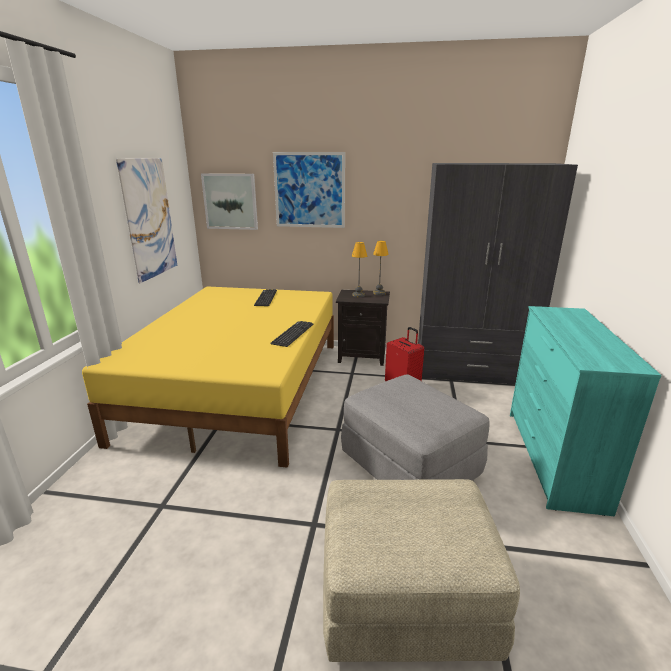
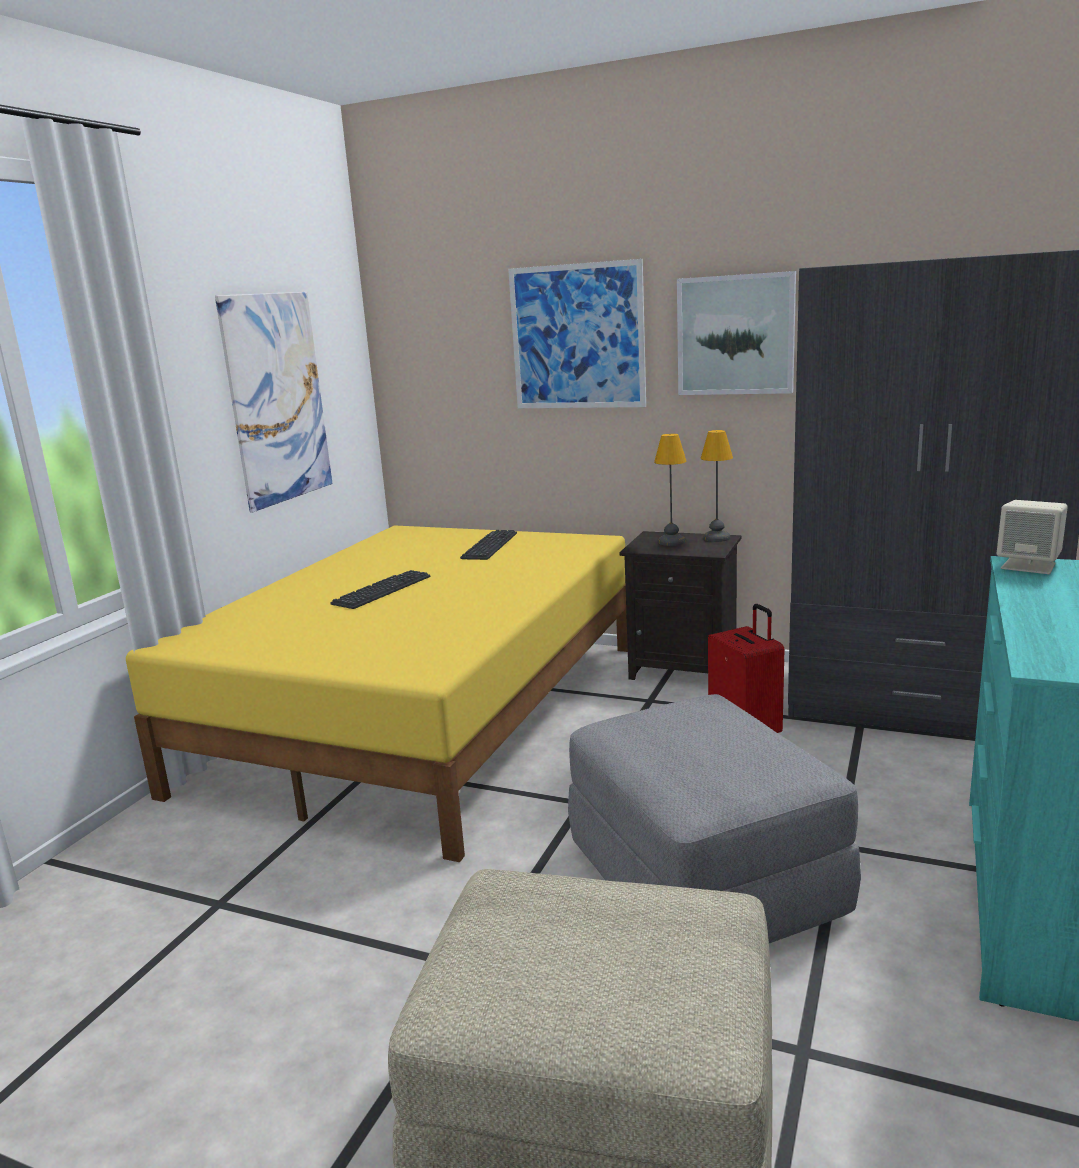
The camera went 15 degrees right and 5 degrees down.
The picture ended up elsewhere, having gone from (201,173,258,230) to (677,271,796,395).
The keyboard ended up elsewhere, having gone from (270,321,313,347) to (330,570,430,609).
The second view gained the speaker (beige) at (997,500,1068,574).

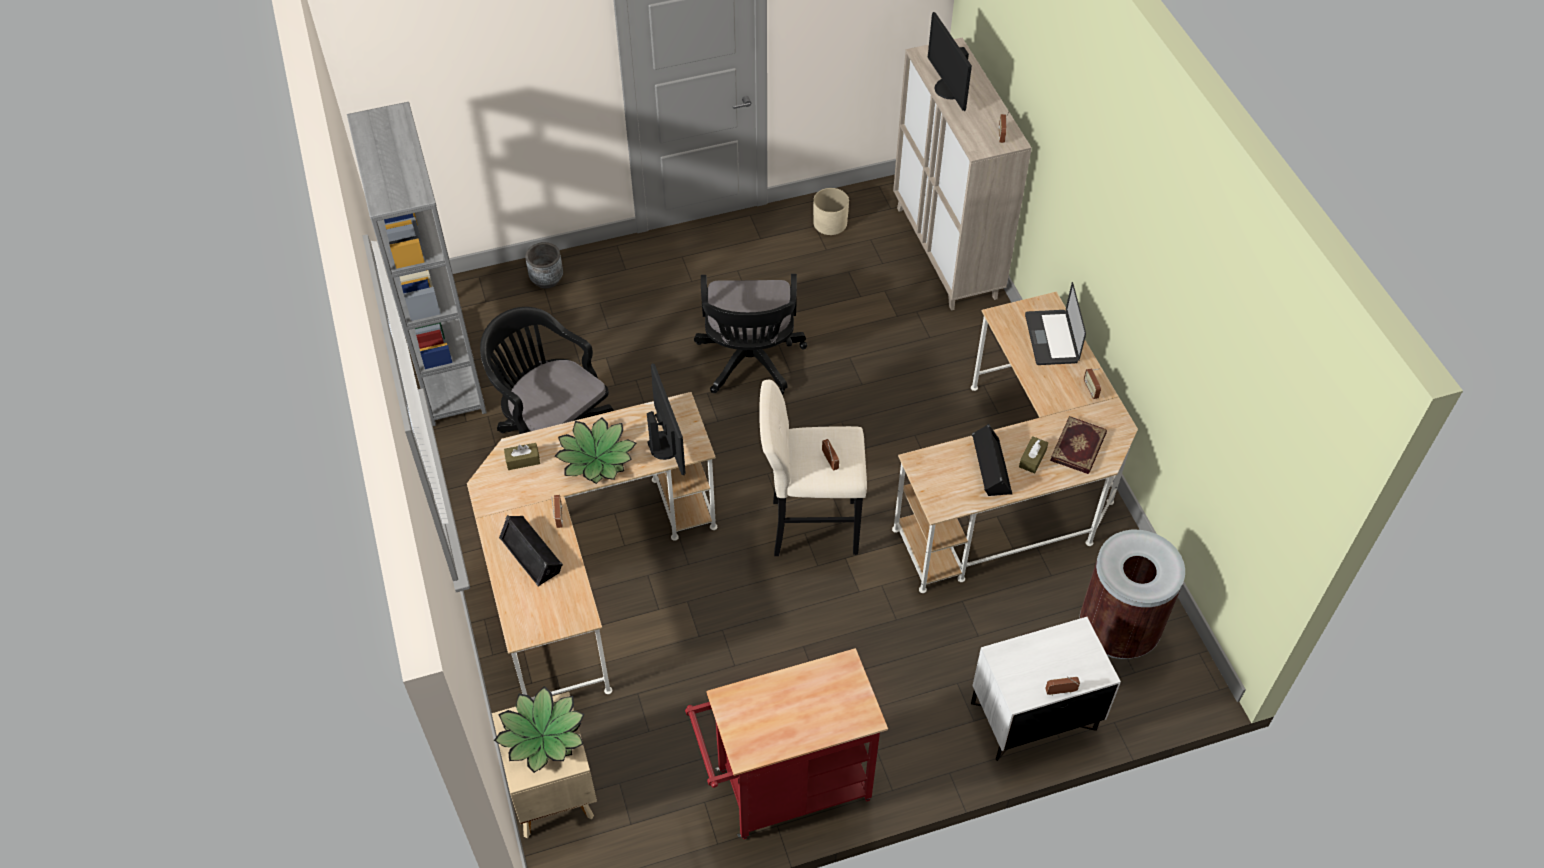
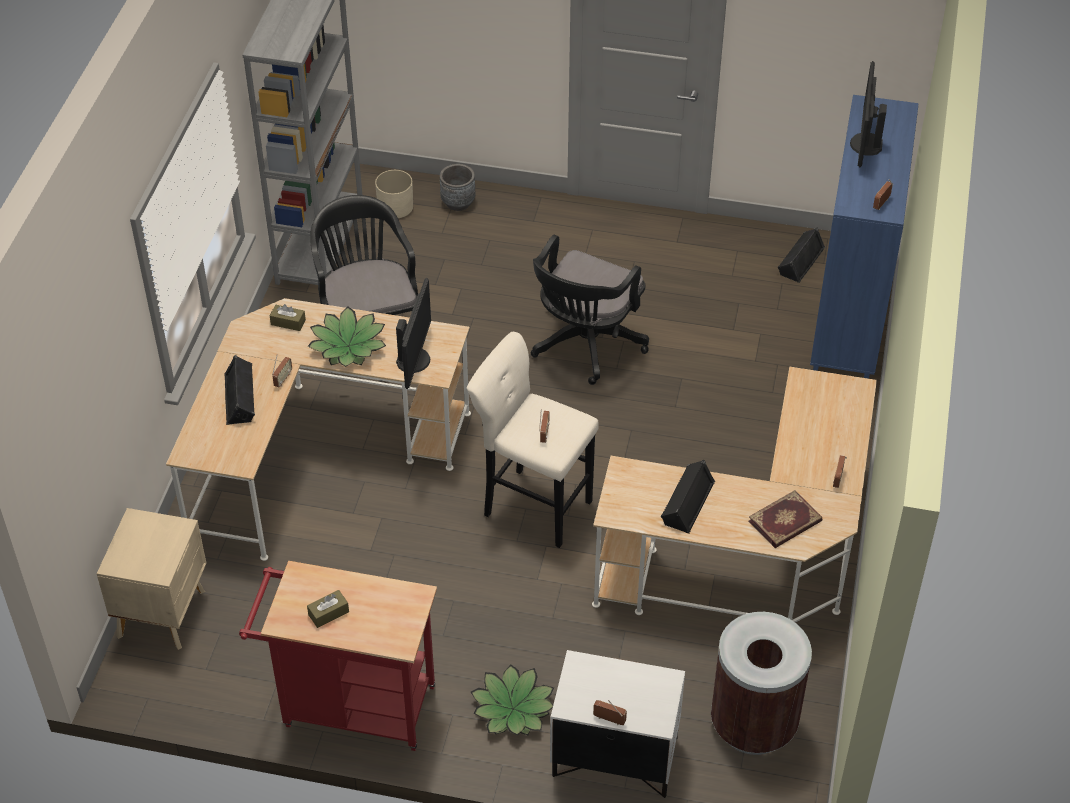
The camera went 30 degrees right and 5 degrees down.
What was the cabinet (beige) at (893,38,1032,310) turned into the cabinet (blue) at (810,95,919,379).
The planter (beige) ended up elsewhere, having gone from (813,188,849,235) to (375,170,413,218).
The second view lost the laptop at (1025,282,1086,365).
The tissue box (brown) ended up elsewhere, having gone from (1019,436,1048,473) to (307,590,349,628).
The potted plant ended up elsewhere, having gone from (494,686,585,773) to (471,665,554,735).
The second view gained the speaker (black) at (778,227,825,283).

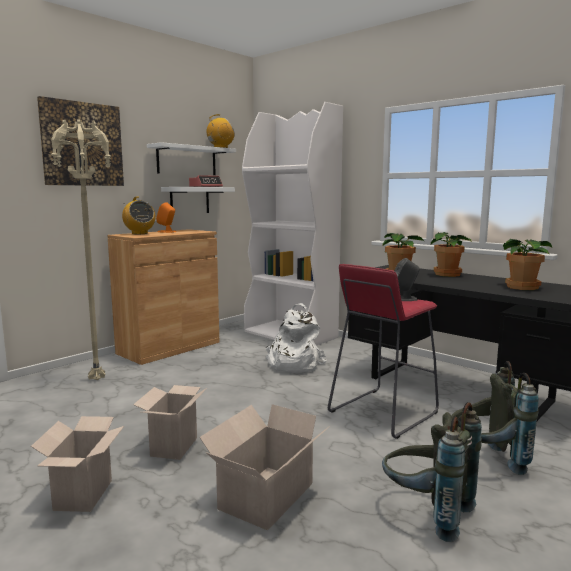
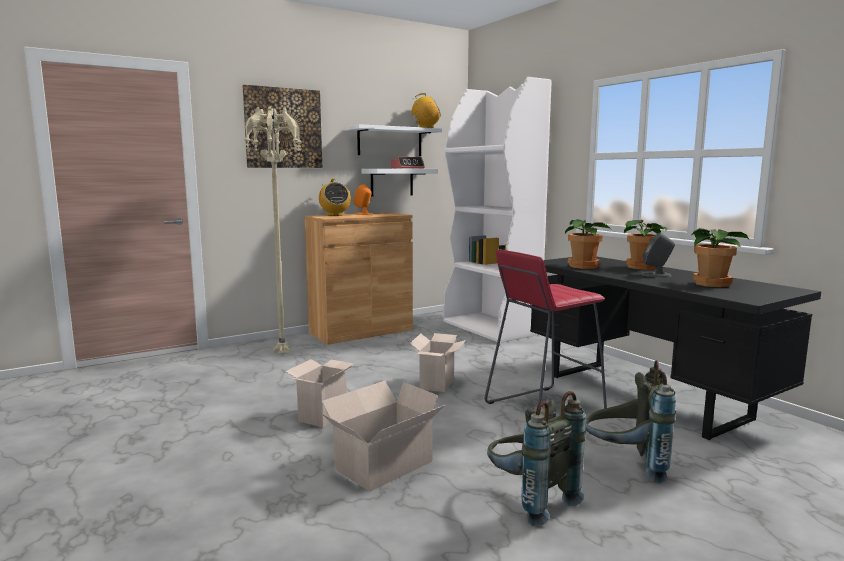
The camera went 15 degrees right and 0 degrees up.
The speaker (grey) ended up elsewhere, having gone from (394,258,420,301) to (641,233,675,277).
The second view lost the backpack (white) at (266,303,327,373).
The cardboard box ended up elsewhere, having gone from (31,416,124,512) to (410,333,466,392).

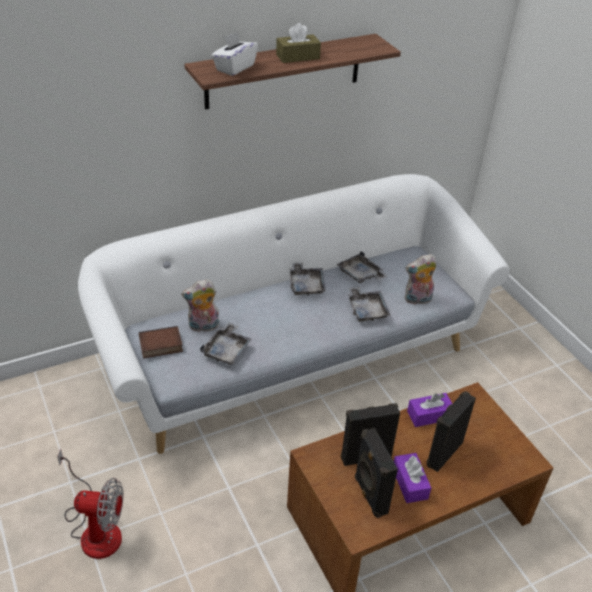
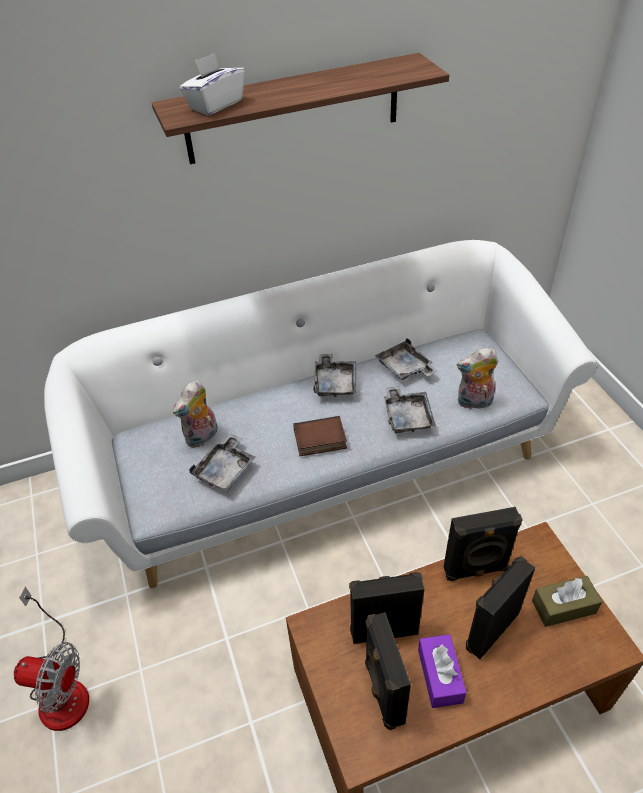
The camera went 10 degrees right and 5 degrees up.
The tissue box (brown) ended up elsewhere, having gone from (276,23,321,63) to (532,576,602,627).
The plush toy at (181,279,219,332) ended up facing another way, 45 degrees counterclockwise from before.
The book ended up elsewhere, having gone from (139,326,183,358) to (293,416,347,456).
Where the tissue box (purple) stood at (407,393,452,427), the speaker (black) came to stand at (444,507,523,581).

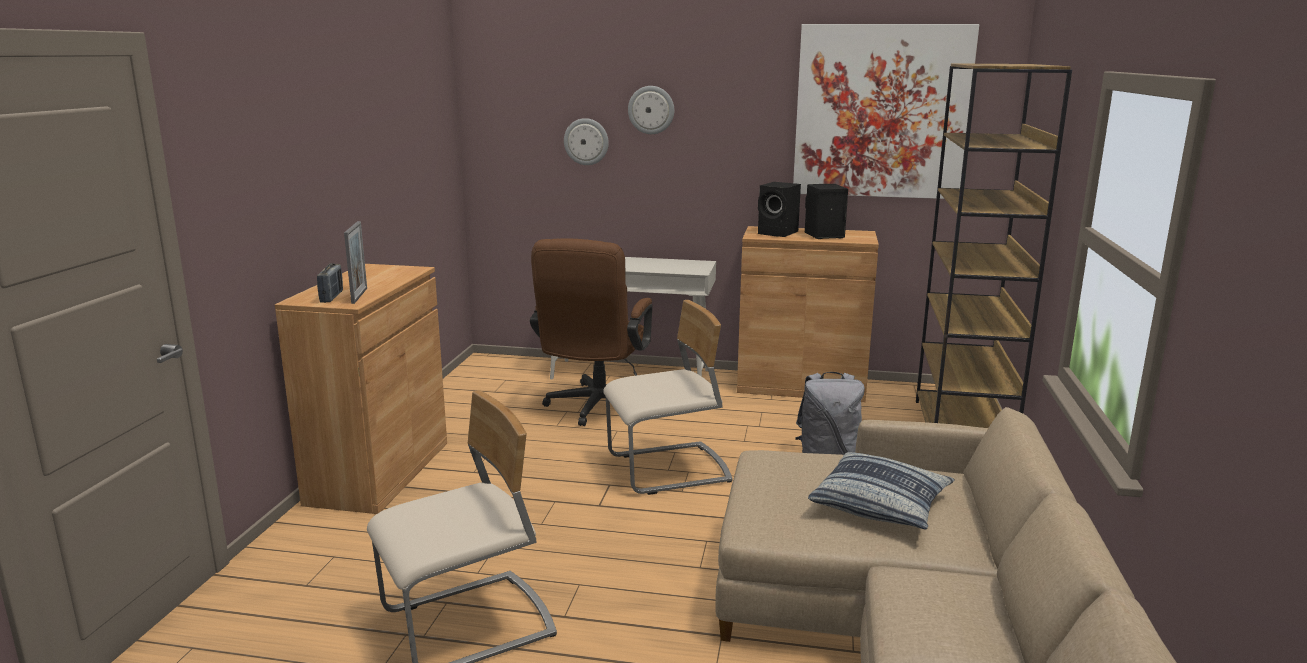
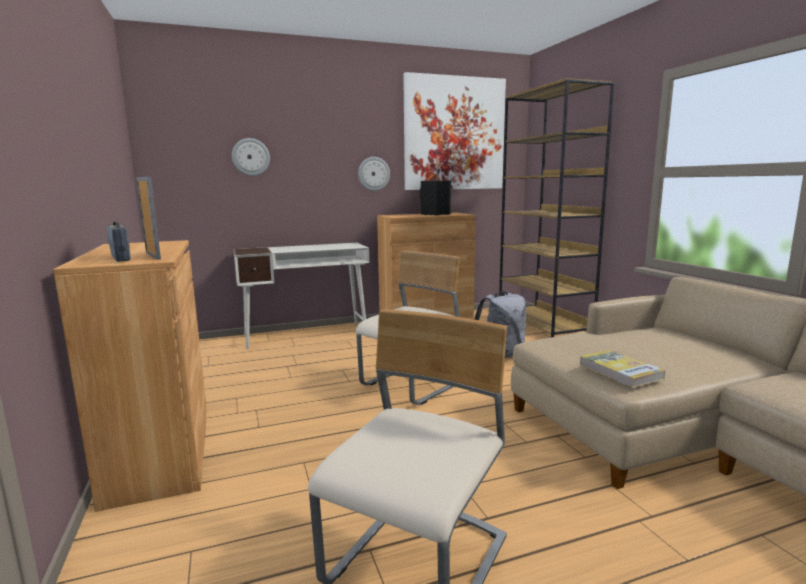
The camera went 30 degrees left and 5 degrees down.
The wall clock ended up elsewhere, having gone from (628,86,674,134) to (358,157,390,191).
The second view lost the speaker (black) at (758,182,801,237).
The second view lost the office chair (brown) at (530,238,653,426).
The second view lost the pillow at (808,452,955,529).
The second view gained the book at (579,350,665,388).

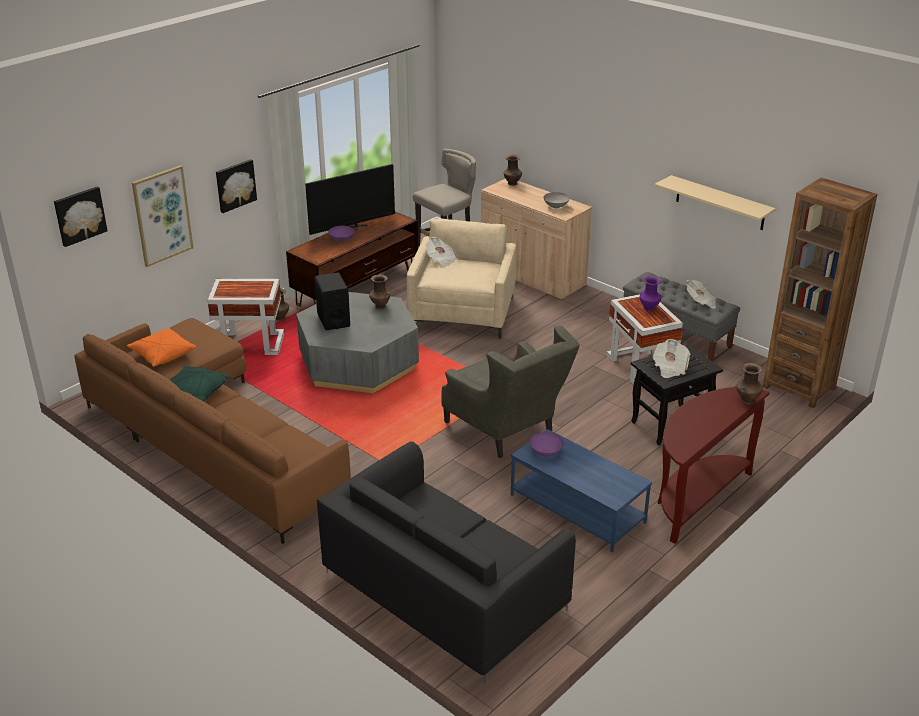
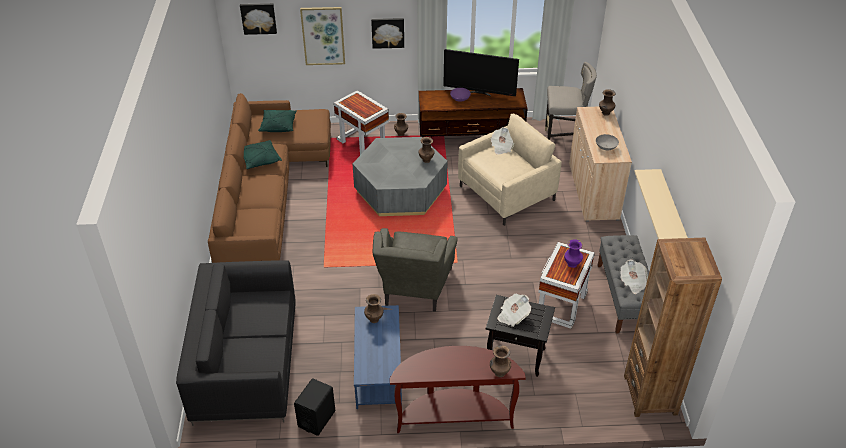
The camera went 45 degrees right and 10 degrees up.
The speaker (black) ended up elsewhere, having gone from (315,273,350,330) to (294,378,335,436).
What was the pillow (orange) at (127,328,196,367) turned into the pillow (green) at (258,110,297,132).
Where the bowl (purple) stood at (529,432,564,456), the vase (brown) came to stand at (364,294,383,323).

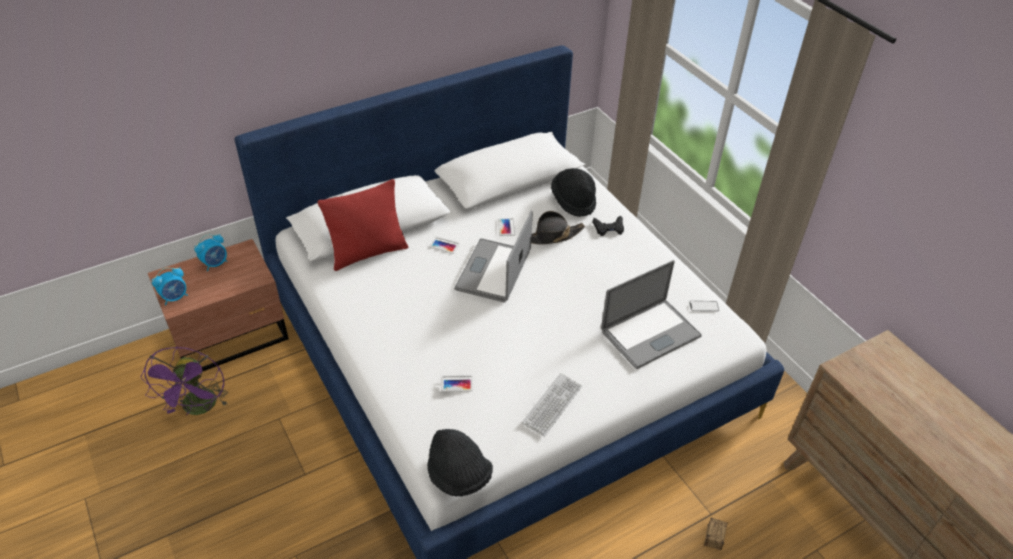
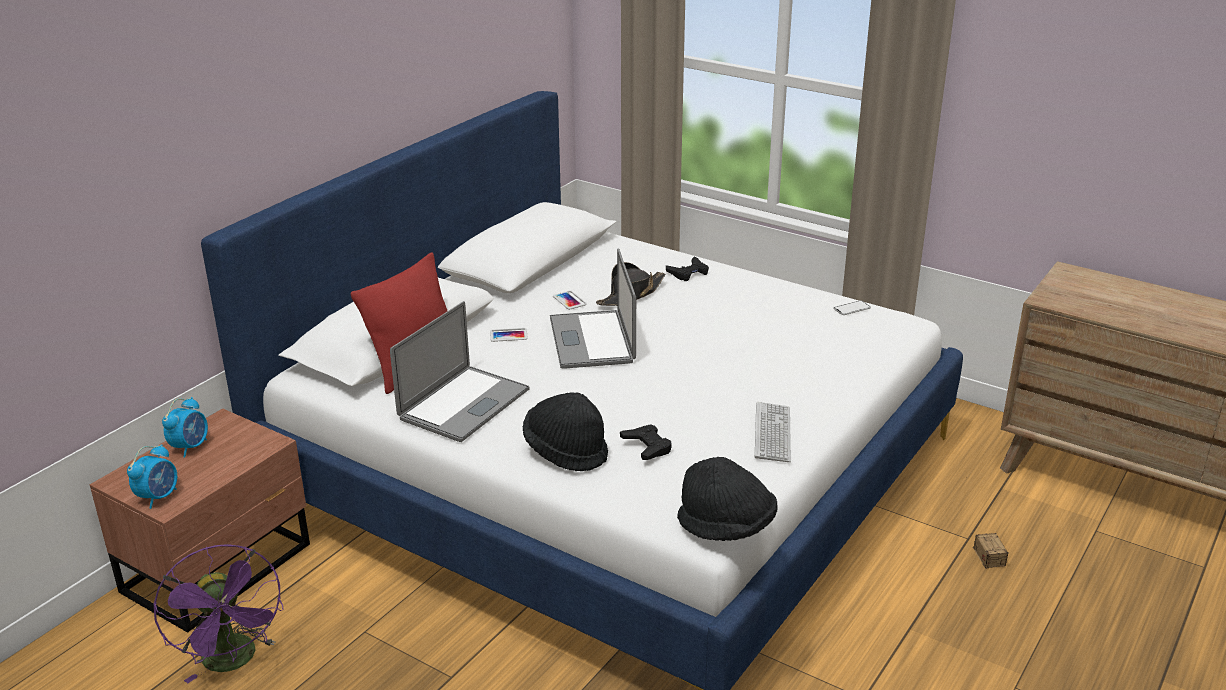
The camera went 25 degrees left and 15 degrees down.
The hat (black) ended up elsewhere, having gone from (551,168,596,217) to (523,392,608,471).
The laptop ended up elsewhere, having gone from (601,260,702,369) to (390,301,530,442).
Where the phone stood at (441,375,473,392), the game controller (black) came to stand at (620,424,672,460).

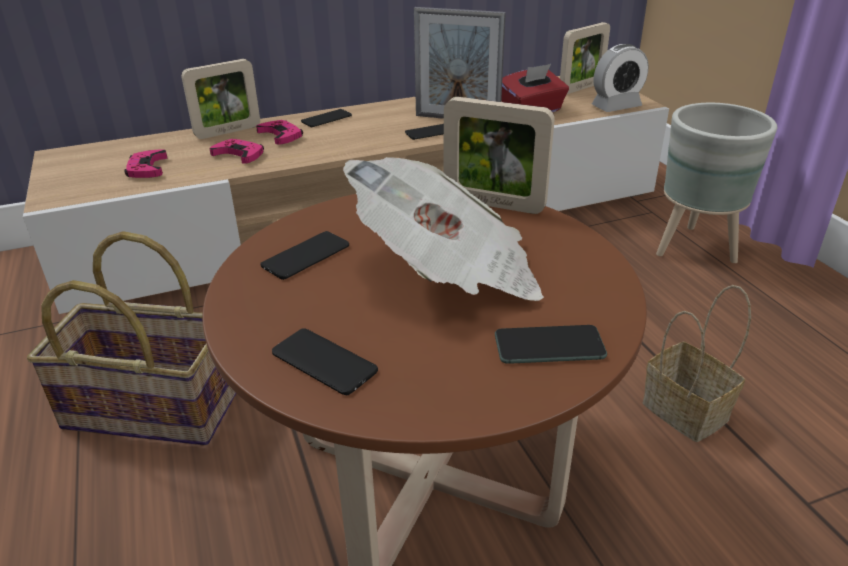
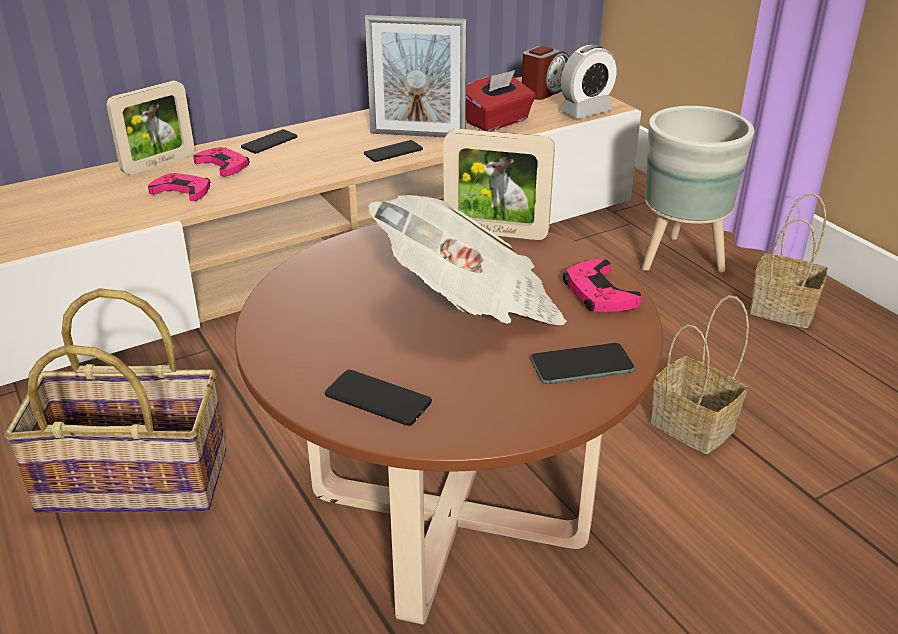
The camera went 10 degrees left and 0 degrees up.
Where the picture frame stood at (560,22,610,94), the alarm clock came to stand at (522,46,569,100).
The game controller (pink) ended up elsewhere, having gone from (124,149,167,178) to (563,259,641,312).
The second view lost the phone at (260,231,349,280).
The second view gained the basket at (749,193,828,328).

